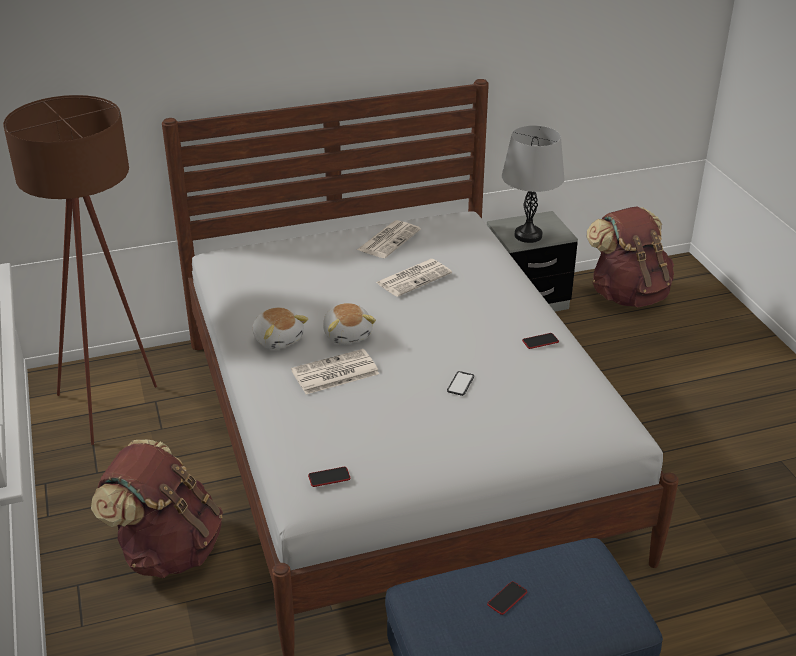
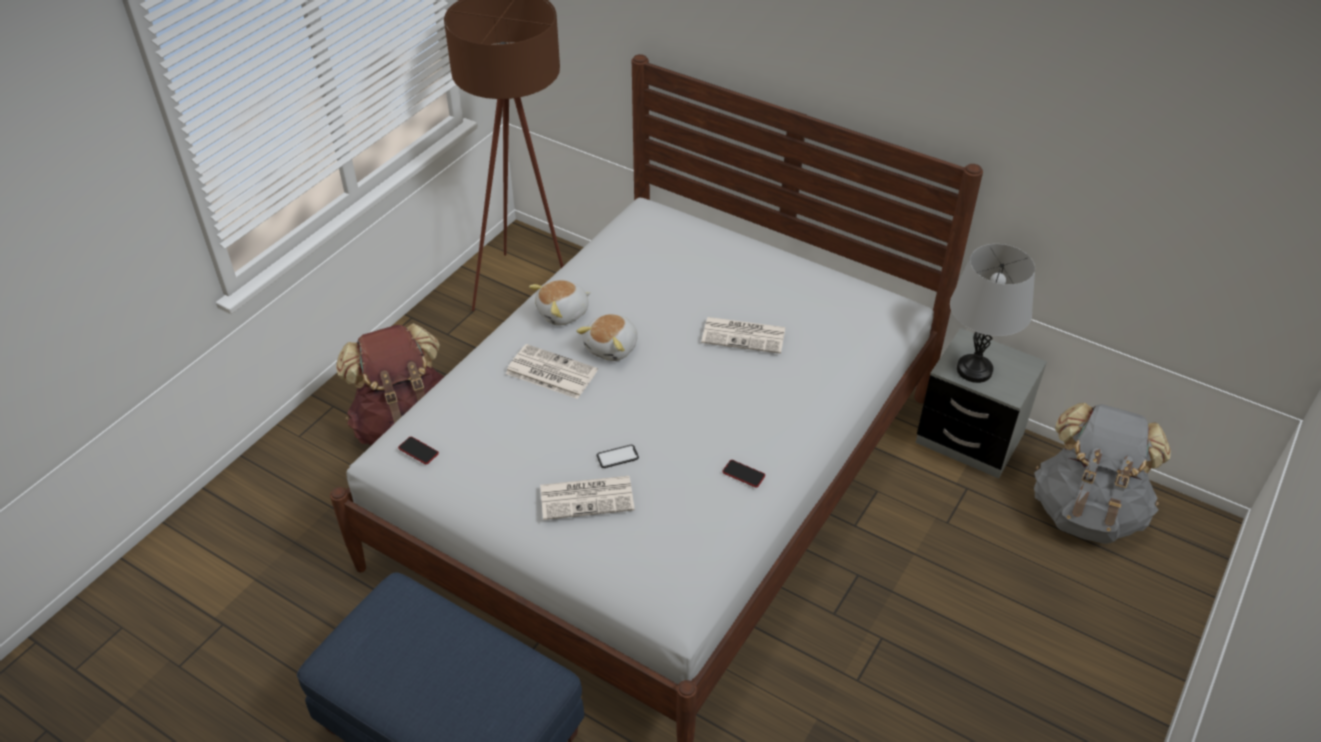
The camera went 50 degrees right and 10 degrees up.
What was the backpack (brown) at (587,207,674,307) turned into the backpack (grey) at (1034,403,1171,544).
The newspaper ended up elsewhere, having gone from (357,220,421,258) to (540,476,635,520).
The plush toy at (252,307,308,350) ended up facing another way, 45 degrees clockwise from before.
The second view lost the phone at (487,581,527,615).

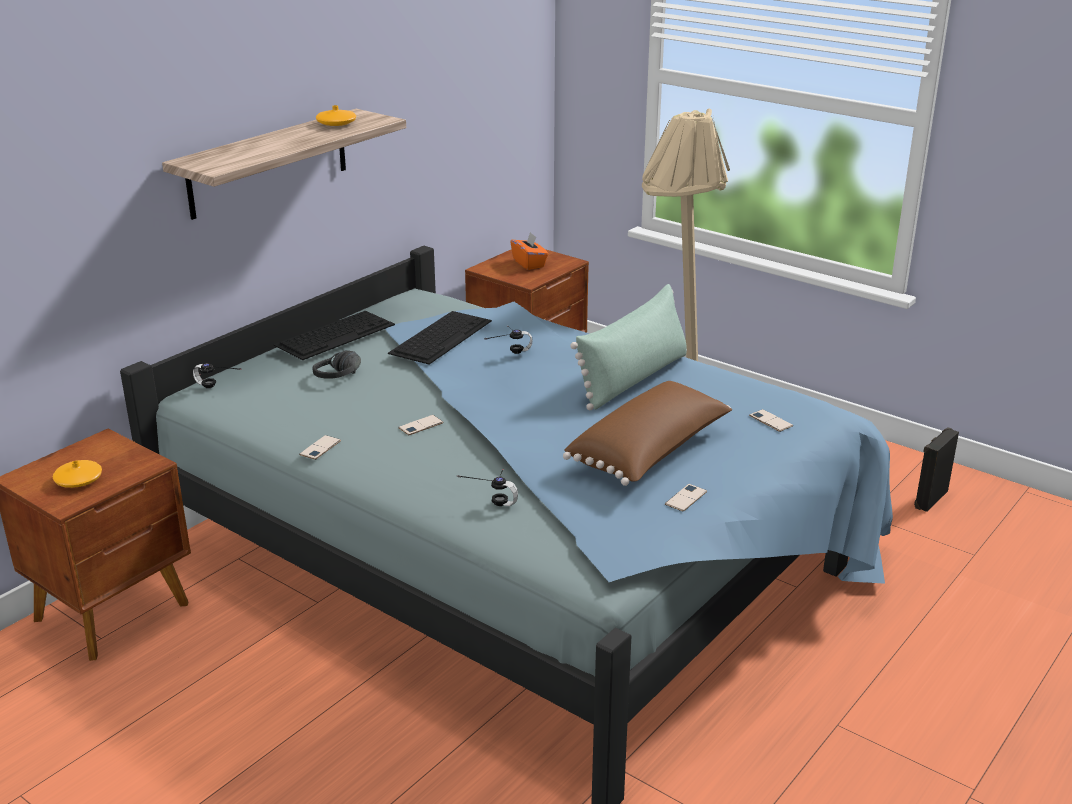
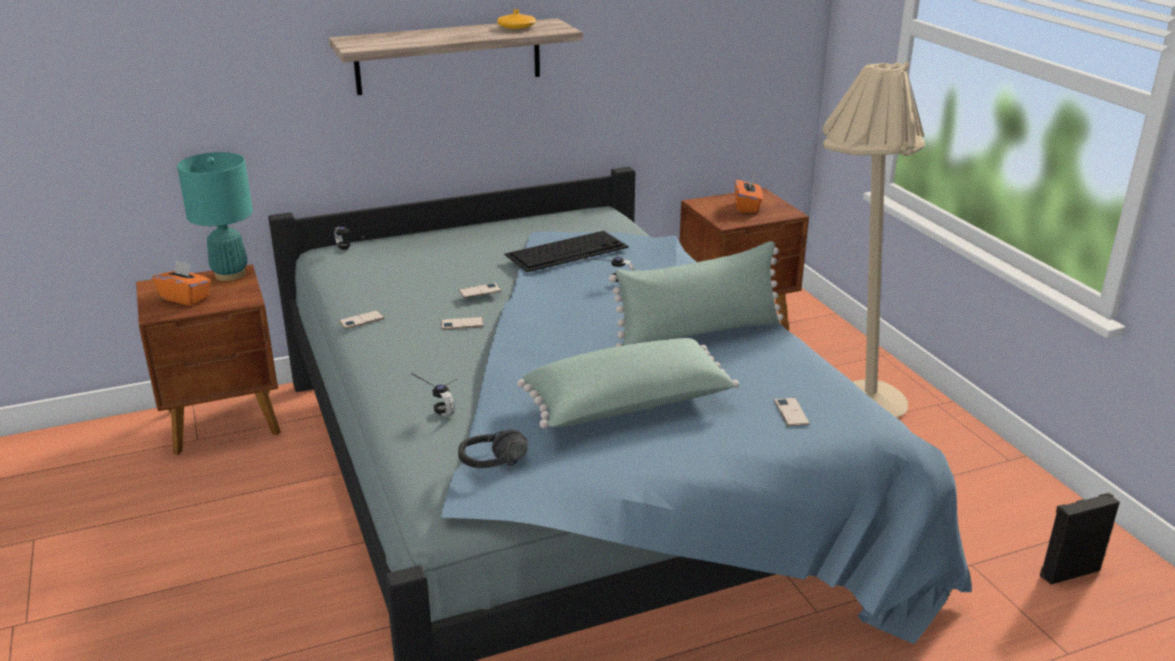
The camera went 30 degrees right and 0 degrees up.
The second view lost the keyboard at (273,311,395,360).
The headphones (black) ended up elsewhere, having gone from (313,350,361,379) to (458,430,528,468).
What was the pillow (brown) at (563,381,732,486) turned into the pillow (green) at (517,338,739,429).
Where the vase (orange) stood at (53,460,102,488), the tissue box (orange) came to stand at (152,260,211,306).
The phone ended up elsewhere, having gone from (665,484,707,512) to (458,283,502,298).
The second view gained the table lamp (turquoise) at (177,152,253,281).

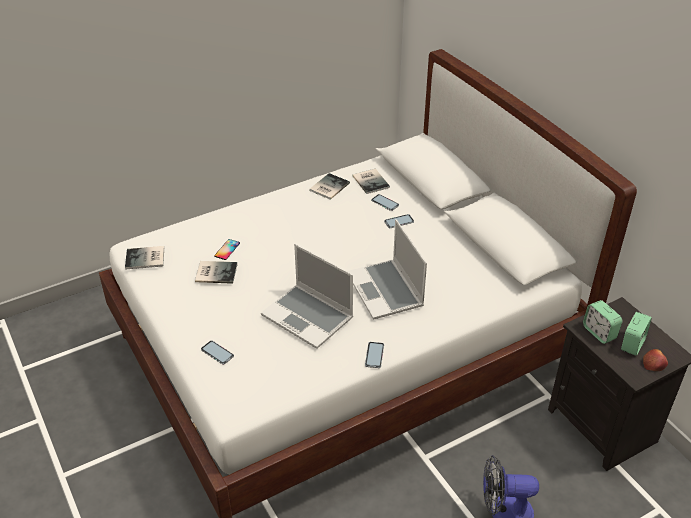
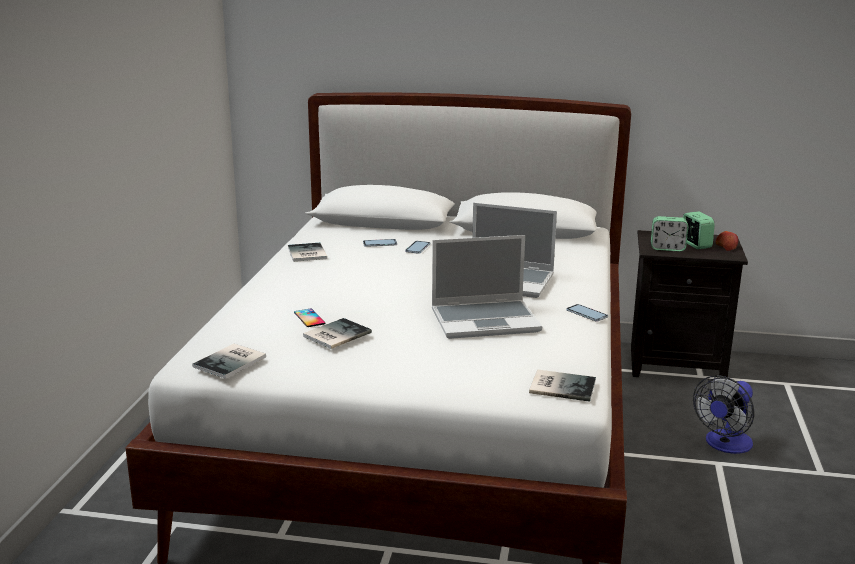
The camera went 50 degrees left and 20 degrees down.
The book ended up elsewhere, having gone from (352,169,390,194) to (529,369,596,402).
The second view lost the phone at (201,340,234,365).

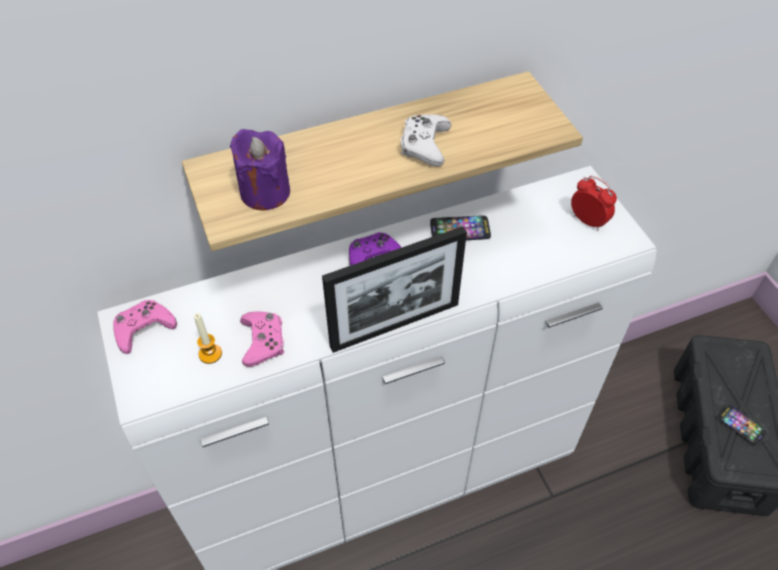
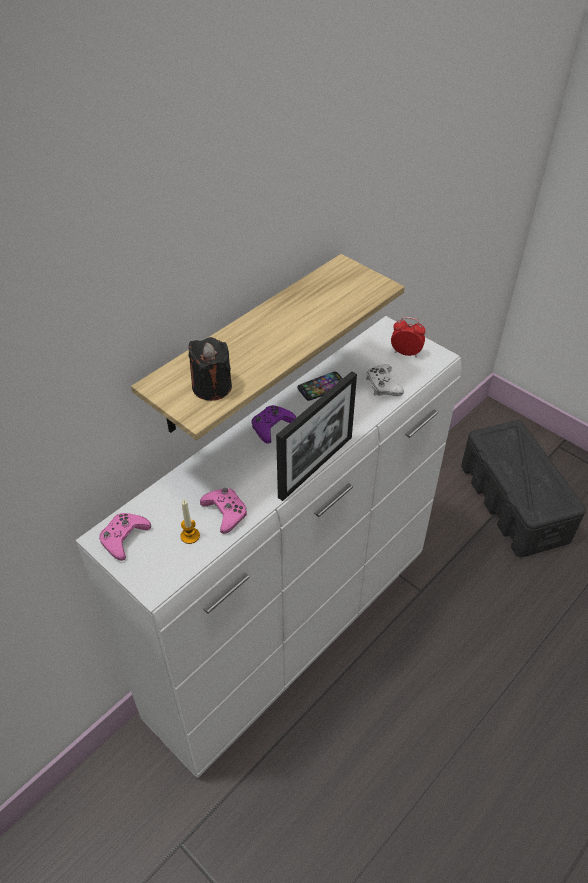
The camera went 25 degrees left and 5 degrees down.
The game controller (white) ended up elsewhere, having gone from (401,114,451,166) to (366,364,404,396).
What was the candle (purple) at (230,129,290,211) turned into the candle (black) at (189,337,232,401).
The second view lost the phone at (718,405,766,445).

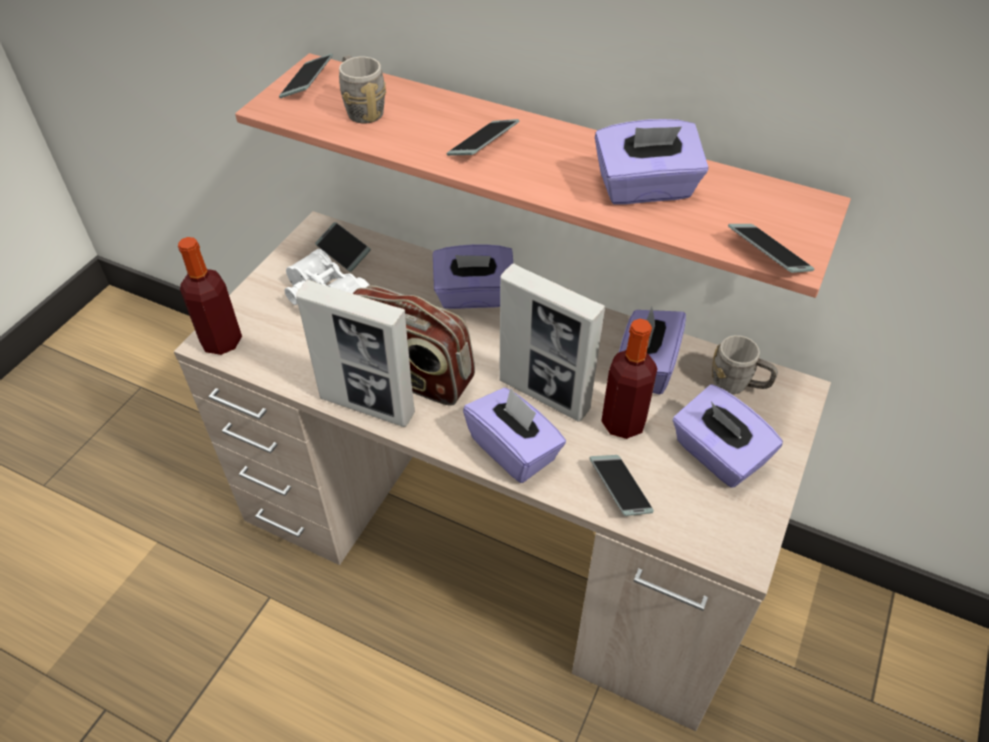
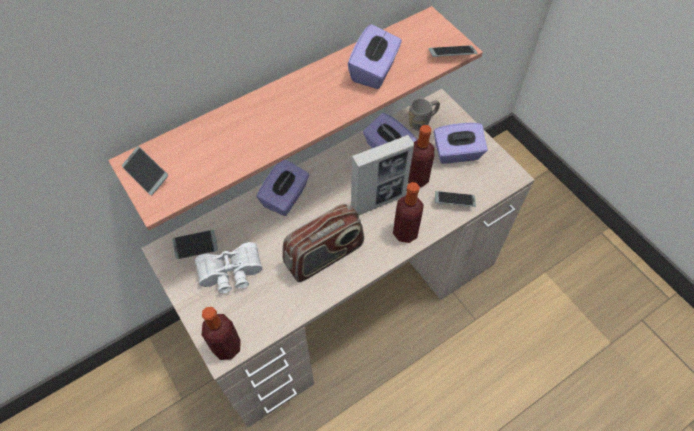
The camera went 60 degrees left and 10 degrees up.
The second view lost the mug (grey) at (339,55,386,123).
The second view lost the phone at (446,119,519,156).
The second view lost the picture frame at (296,280,415,427).
Where the tissue box (purple) stood at (463,388,566,483), the bottle came to stand at (393,182,424,243).

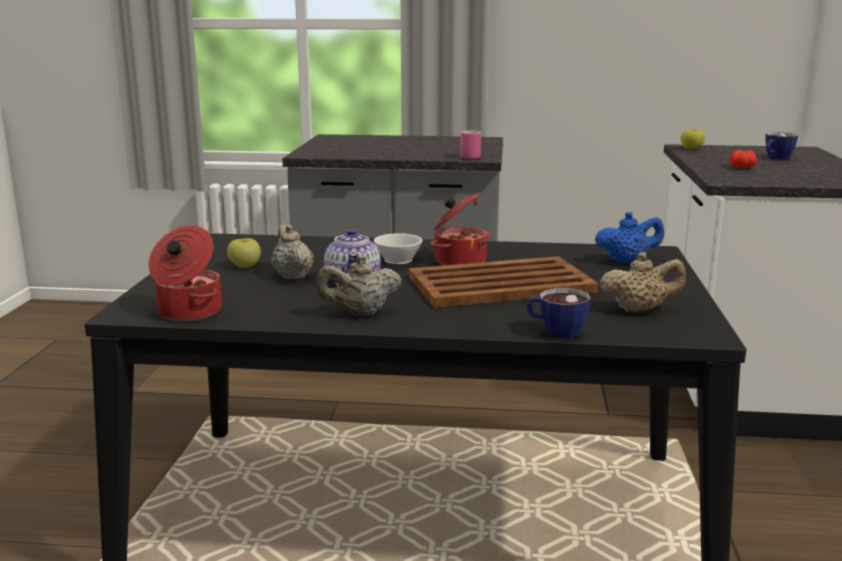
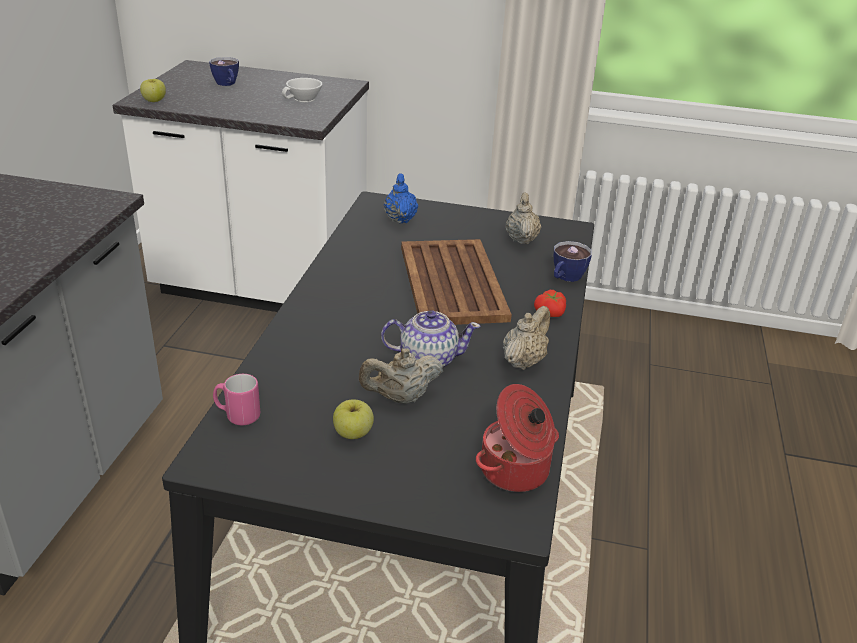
The camera went 85 degrees left and 15 degrees up.
The mug (pink) ended up elsewhere, having gone from (460,130,481,159) to (213,374,260,426).
The tomato ended up elsewhere, having gone from (729,150,757,168) to (534,290,566,317).
The second view lost the cooking pot at (430,193,489,265).
The cup (white) ended up elsewhere, having gone from (374,233,422,264) to (282,78,323,102).
The teapot (beige) at (316,255,402,316) ended up facing another way, 135 degrees counterclockwise from before.

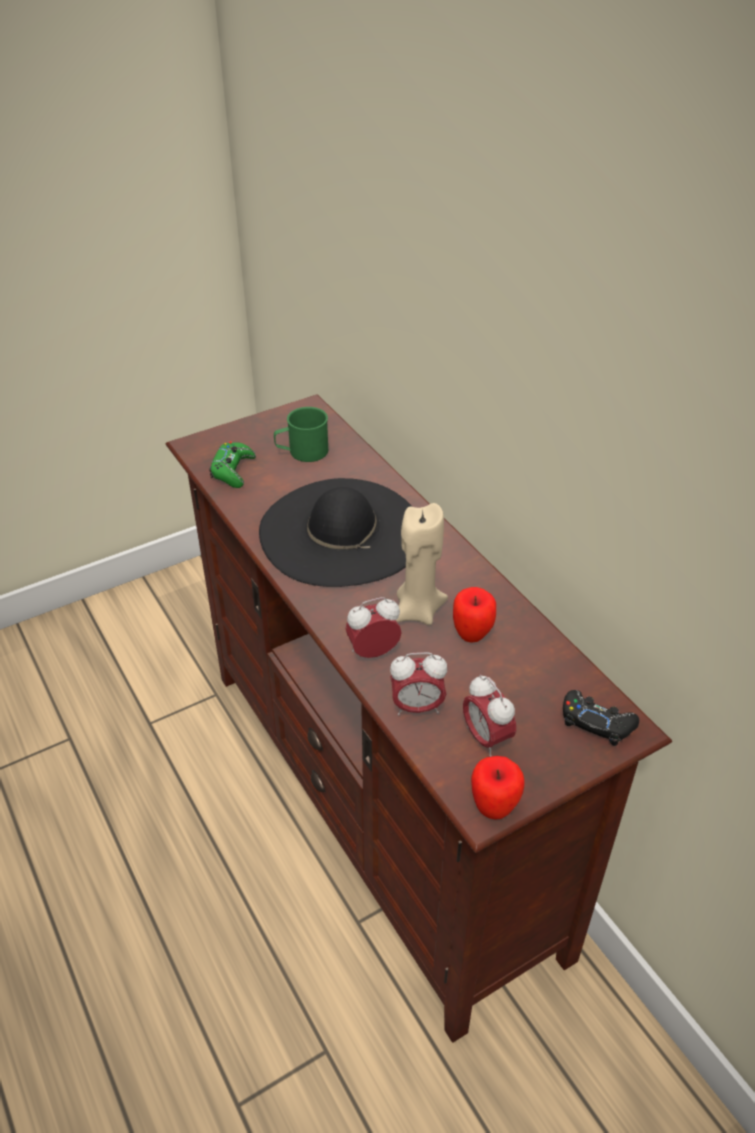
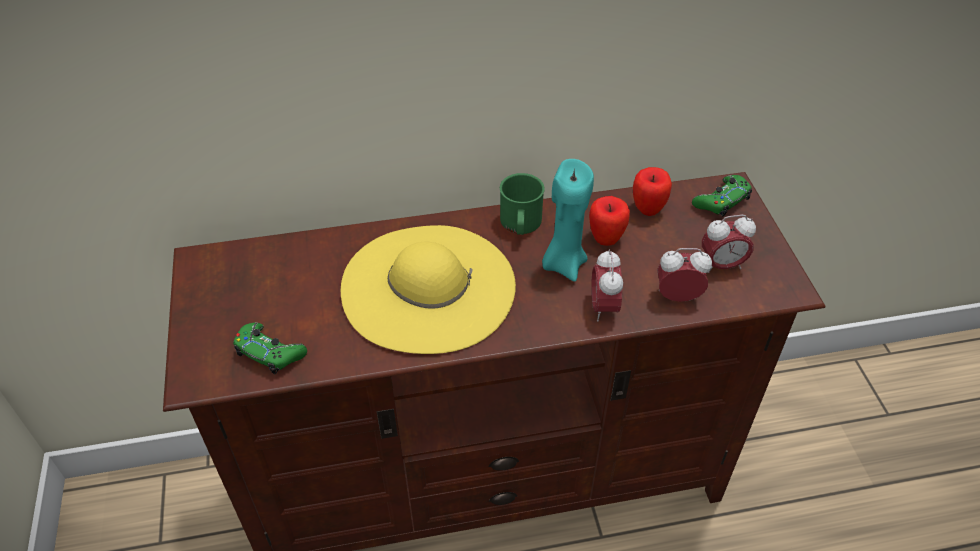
The camera went 70 degrees left and 5 degrees up.
The mug (green) ended up elsewhere, having gone from (274,407,328,462) to (500,173,545,235).
What was the hat (black) at (259,478,413,587) turned into the hat (yellow) at (341,225,516,354).
What was the candle (beige) at (396,503,448,625) turned into the candle (turquoise) at (542,159,594,282).
The alarm clock at (390,652,448,715) ended up facing another way, 105 degrees counterclockwise from before.
What was the game controller (black) at (563,690,639,746) turned into the game controller (green) at (692,175,752,217).
The apple ended up elsewhere, having gone from (471,756,525,820) to (633,167,672,216).

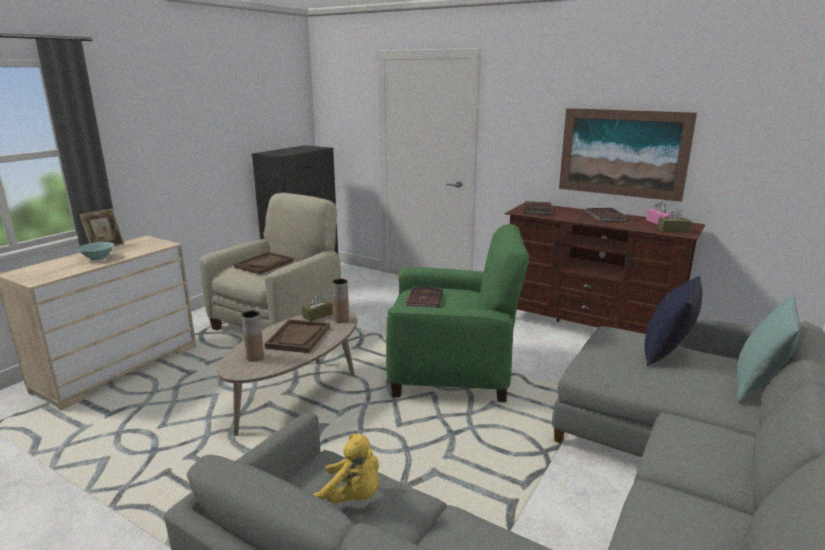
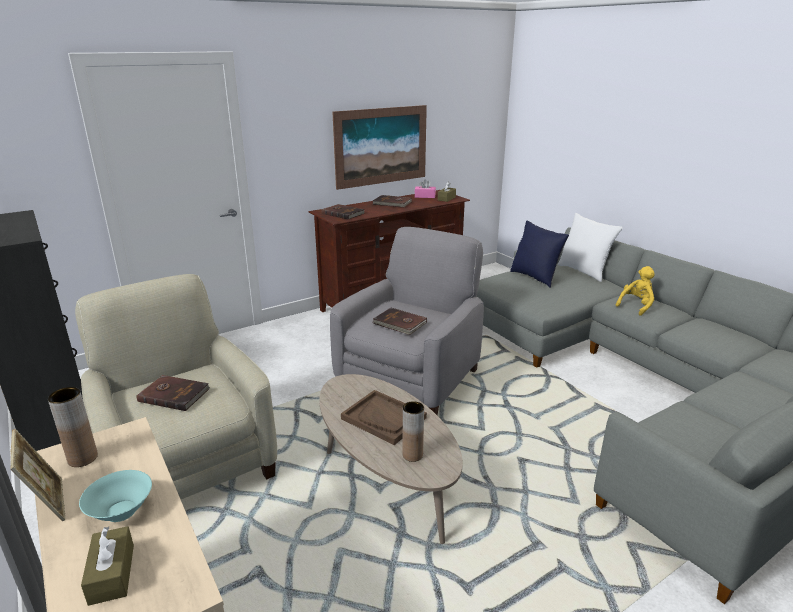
The camera went 65 degrees left and 5 degrees up.
What was the armchair (green) at (386,224,529,402) turned into the armchair (grey) at (330,227,484,415).
Where the tray (brown) stood at (234,252,294,275), the book (brown) came to stand at (136,375,210,411).
The vase (brown) ended up elsewhere, having gone from (332,279,349,323) to (48,387,98,467).
The tissue box (brown) ended up elsewhere, having gone from (302,295,333,321) to (81,526,134,606).
What was the pillow (turquoise) at (737,295,800,403) turned into the pillow (white) at (558,213,623,282).
The plush toy (yellow) ended up elsewhere, having gone from (313,434,379,504) to (616,266,655,316).

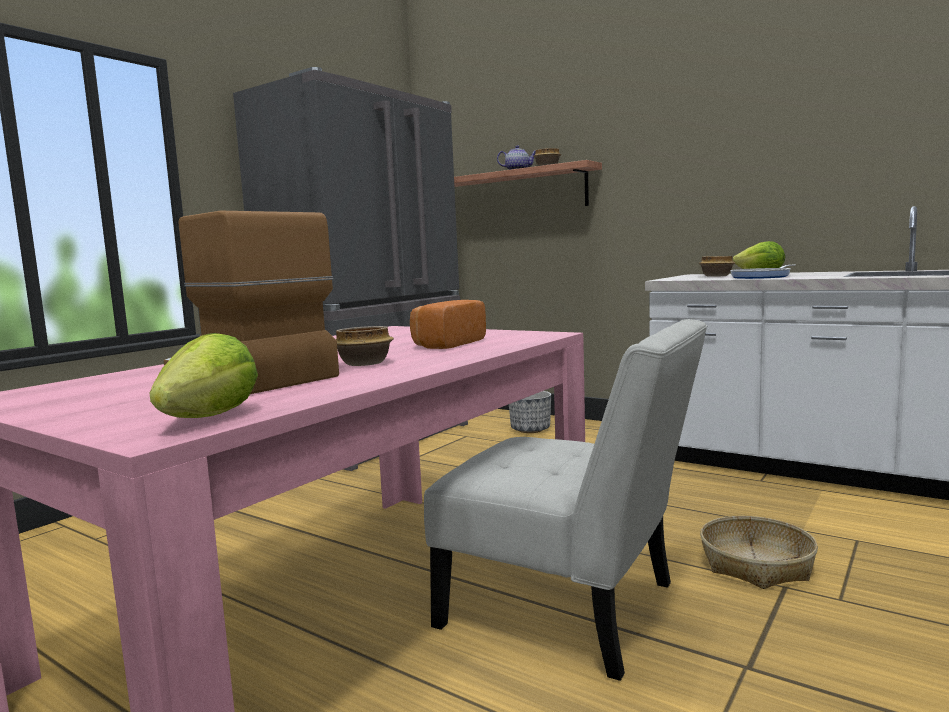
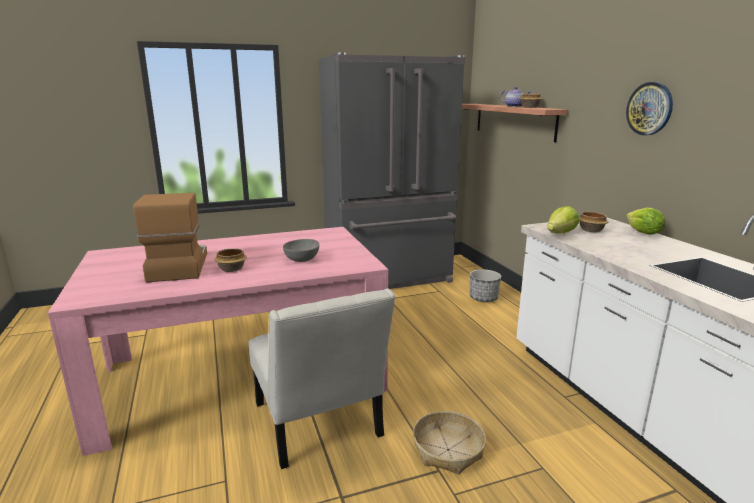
The camera went 35 degrees right and 10 degrees up.
The second view lost the frying pan at (730,265,796,279).
Where the bread stood at (410,300,486,349), the bowl (grey) came to stand at (283,239,319,262).
The lettuce ended up elsewhere, having gone from (150,333,258,418) to (547,206,579,233).
The second view gained the wall clock at (626,82,673,136).

